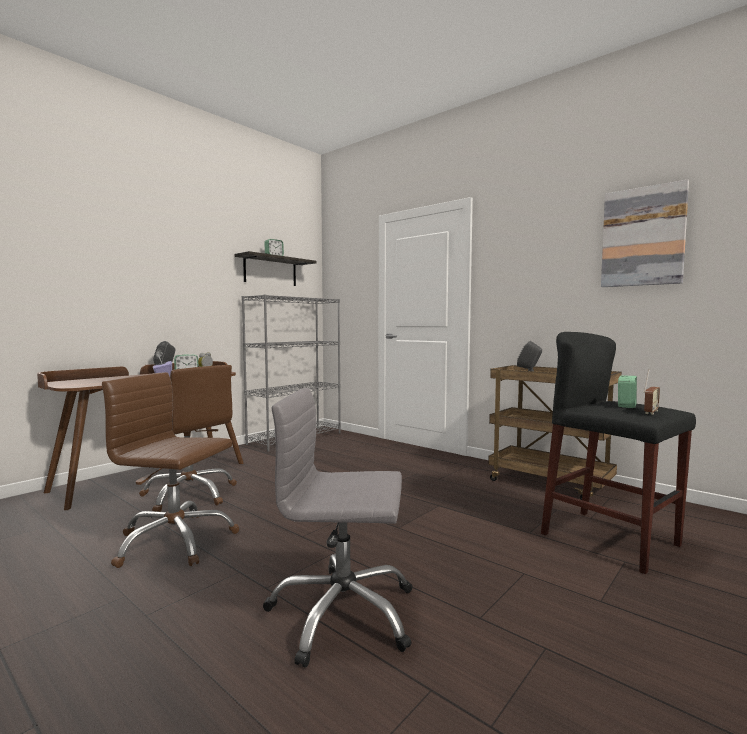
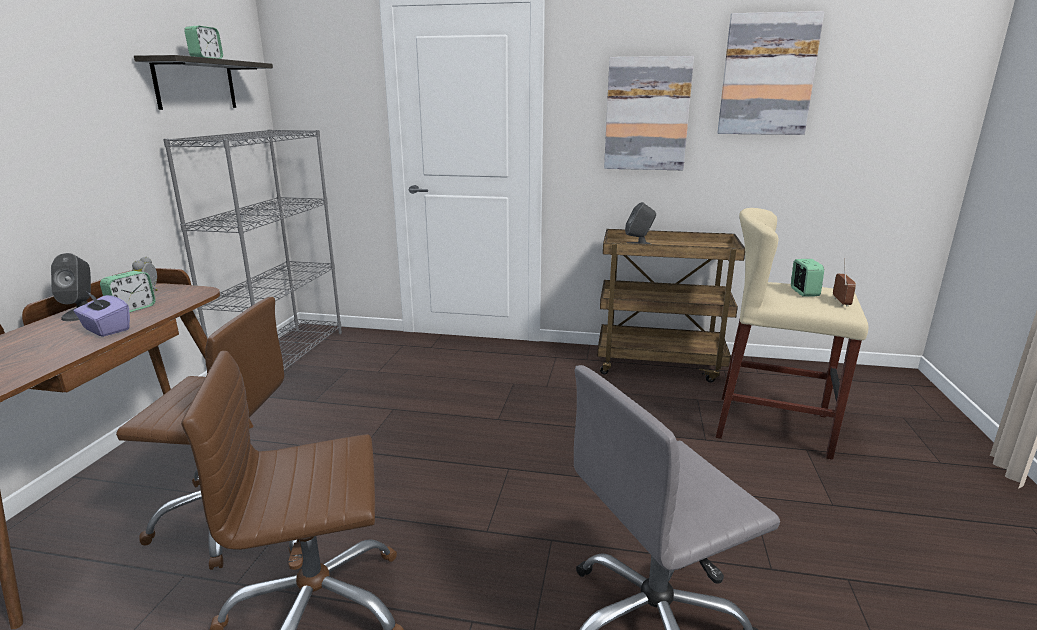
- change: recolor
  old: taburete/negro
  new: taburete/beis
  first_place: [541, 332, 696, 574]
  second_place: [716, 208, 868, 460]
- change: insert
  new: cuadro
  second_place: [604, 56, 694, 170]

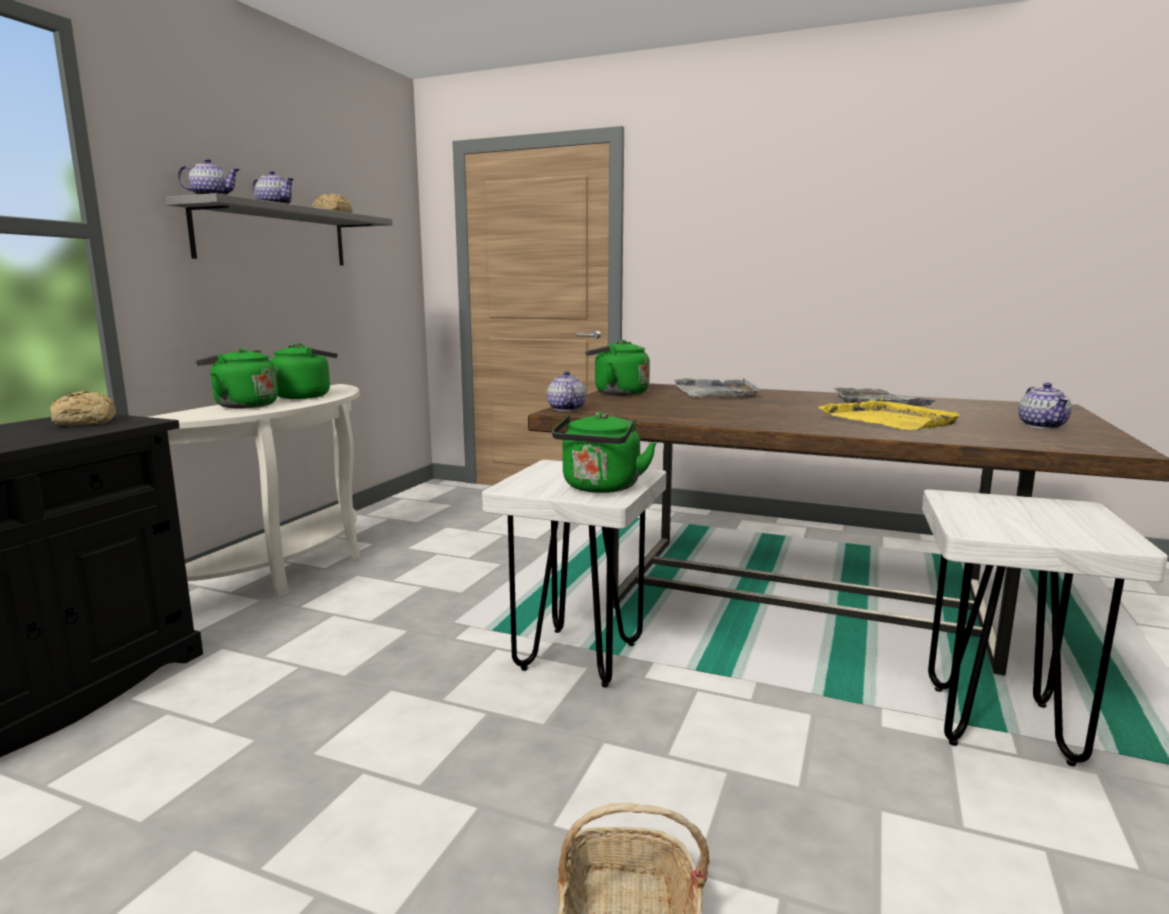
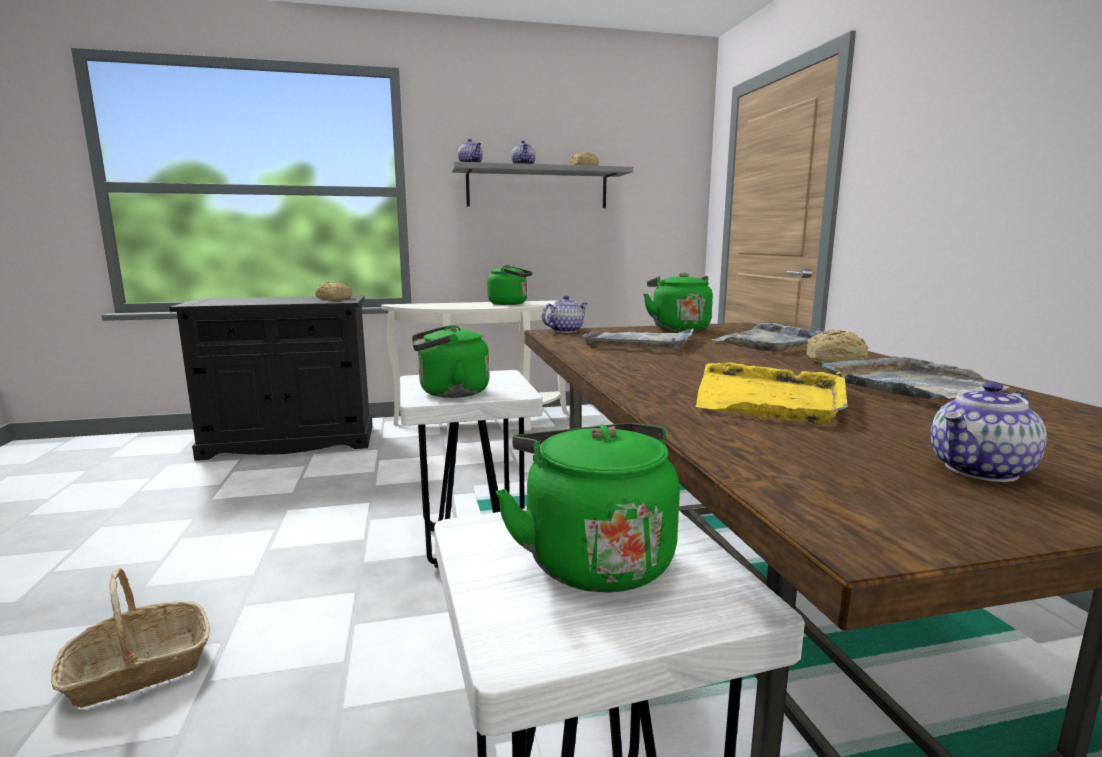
- change: move
  old: hervidor/verde
  first_place: [196, 348, 278, 408]
  second_place: [495, 423, 680, 592]
- change: insert
  new: bandeja/gris
  second_place: [582, 329, 694, 350]
- change: insert
  new: pan
  second_place: [806, 330, 869, 363]

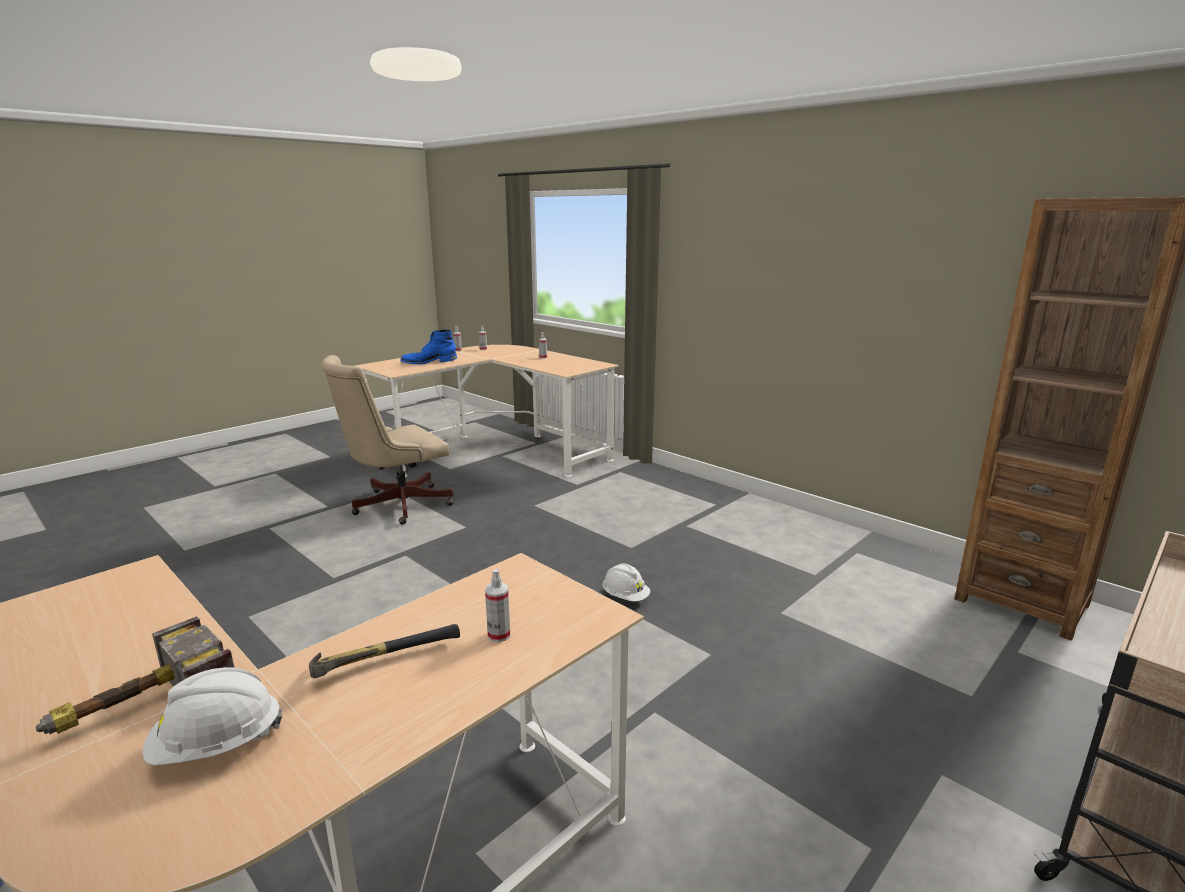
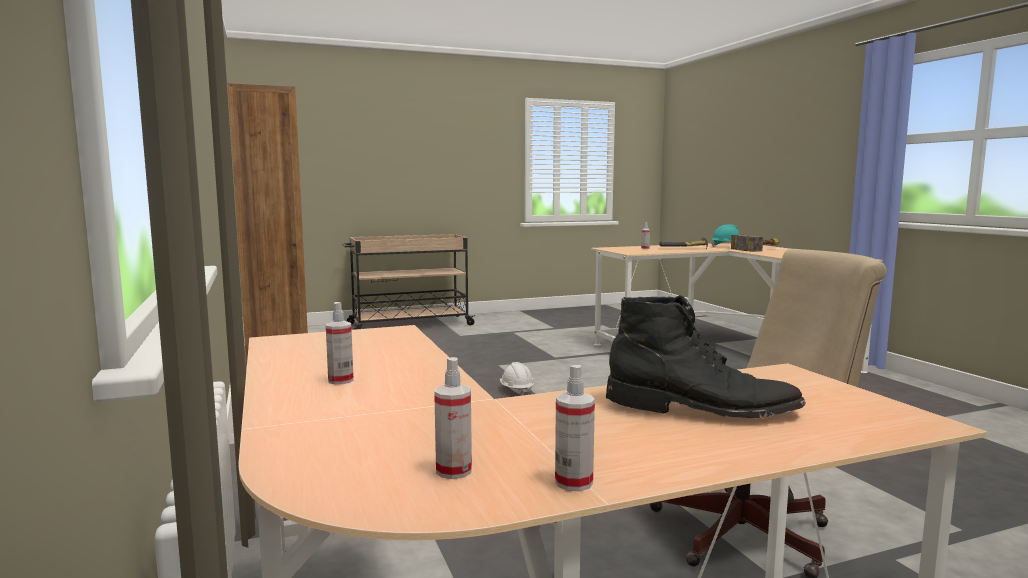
- change: recolor
  old: casco/blanco
  new: casco/turquesa
  first_place: [143, 667, 282, 766]
  second_place: [711, 224, 741, 247]
- change: recolor
  old: bota/azul
  new: bota/negro
  first_place: [400, 329, 457, 364]
  second_place: [606, 295, 806, 418]

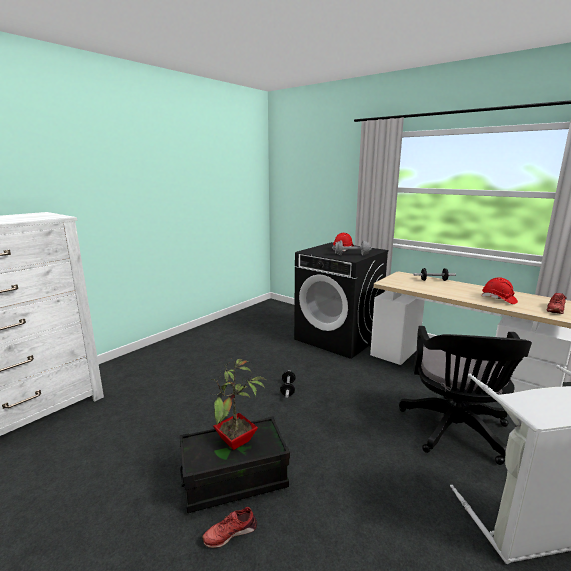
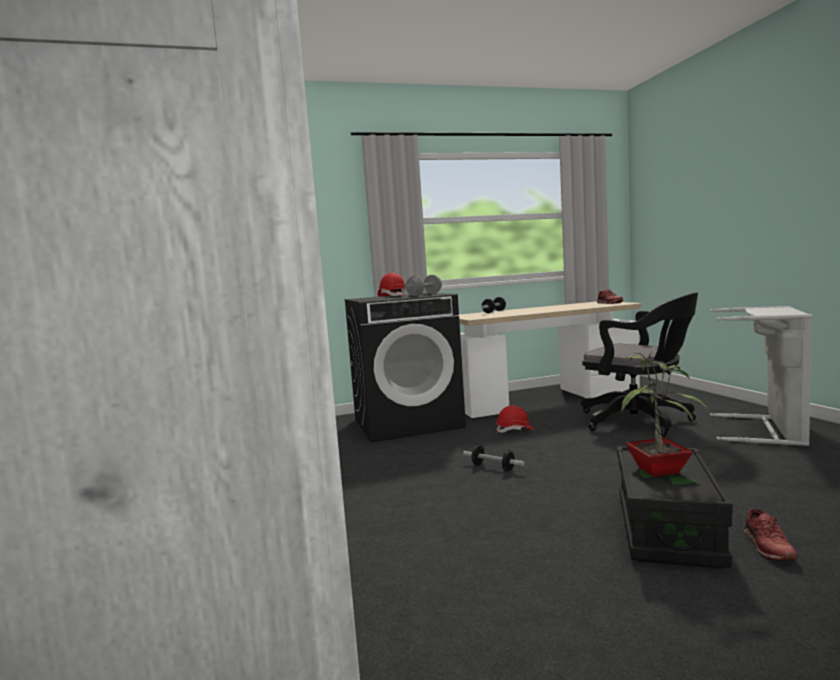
- change: move
  old: casco/rojo
  first_place: [481, 277, 518, 304]
  second_place: [496, 405, 534, 433]

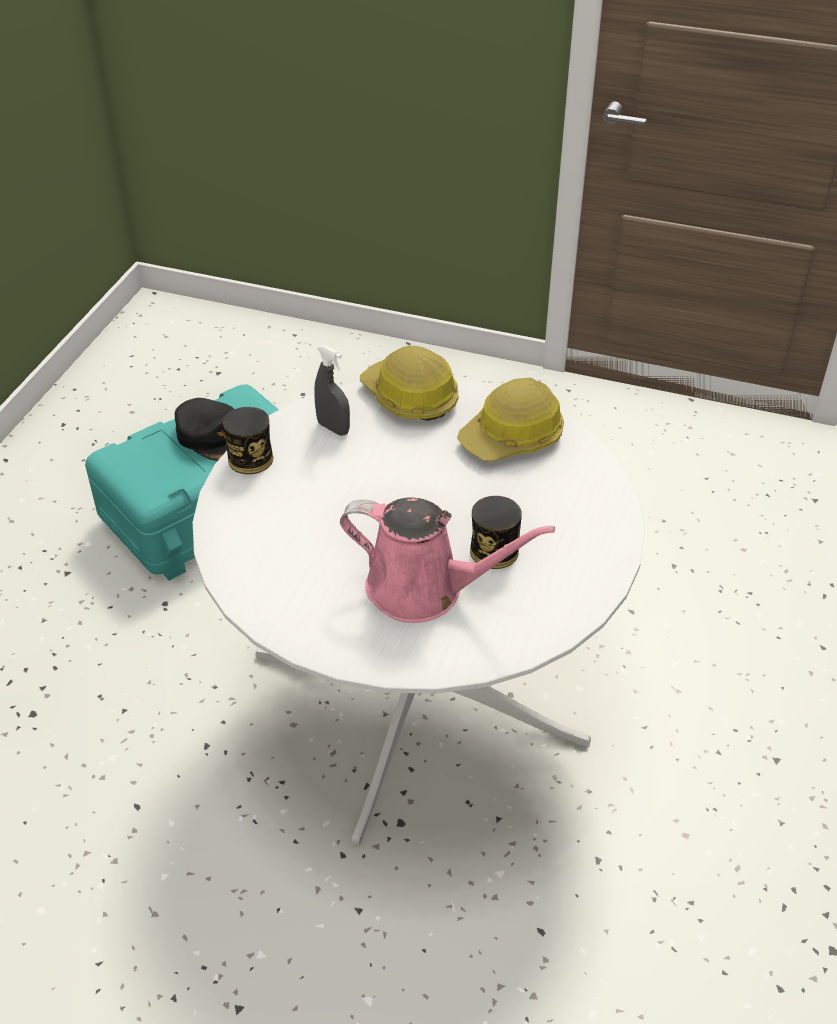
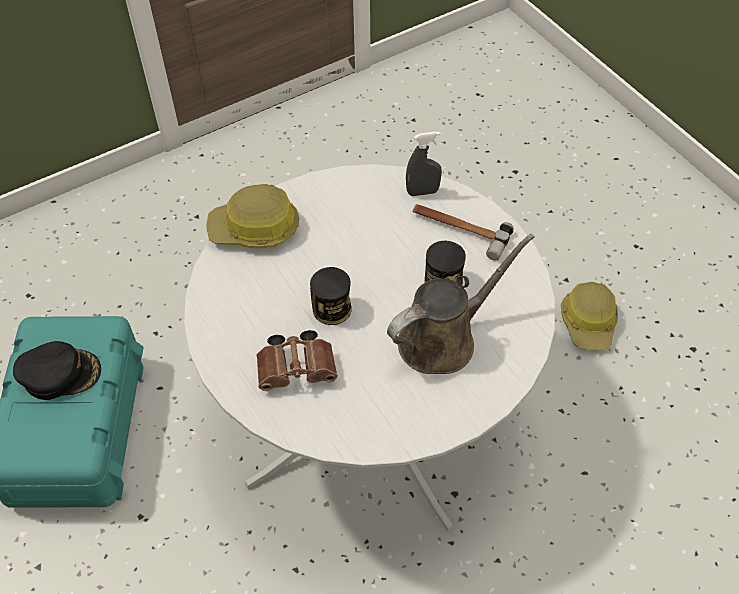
- change: move
  old: lata
  first_place: [223, 407, 273, 474]
  second_place: [310, 267, 352, 325]
- change: move
  old: pulverizador/gris
  first_place: [314, 345, 350, 435]
  second_place: [406, 131, 442, 196]
- change: recolor
  old: regadera/rosa
  new: regadera/marrón
  first_place: [340, 497, 555, 623]
  second_place: [387, 234, 534, 374]
- change: move
  old: casco
  first_place: [457, 378, 564, 462]
  second_place: [561, 282, 618, 350]
- change: insert
  new: prismáticos/marrón
  second_place: [257, 330, 338, 391]
- change: insert
  new: martillo
  second_place: [413, 204, 514, 260]

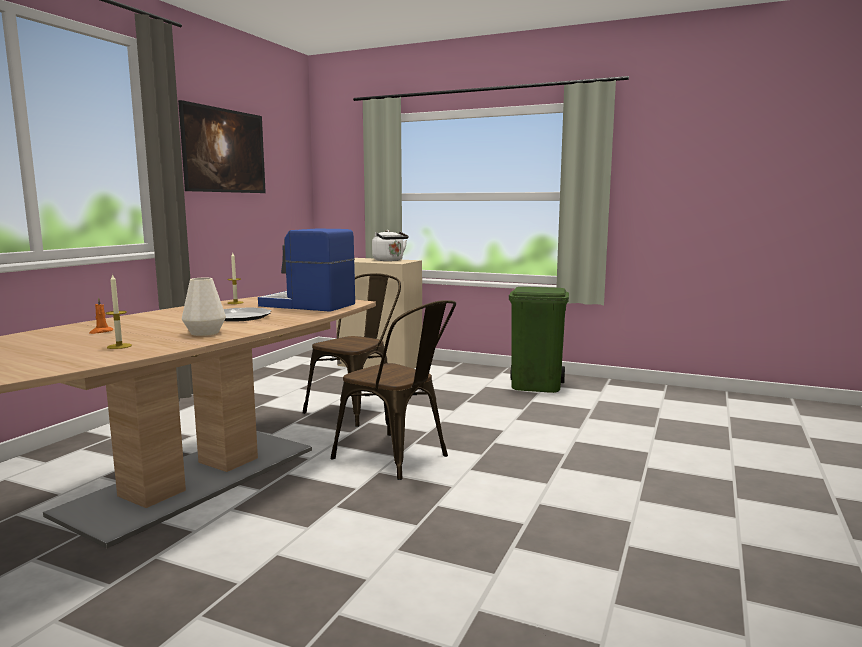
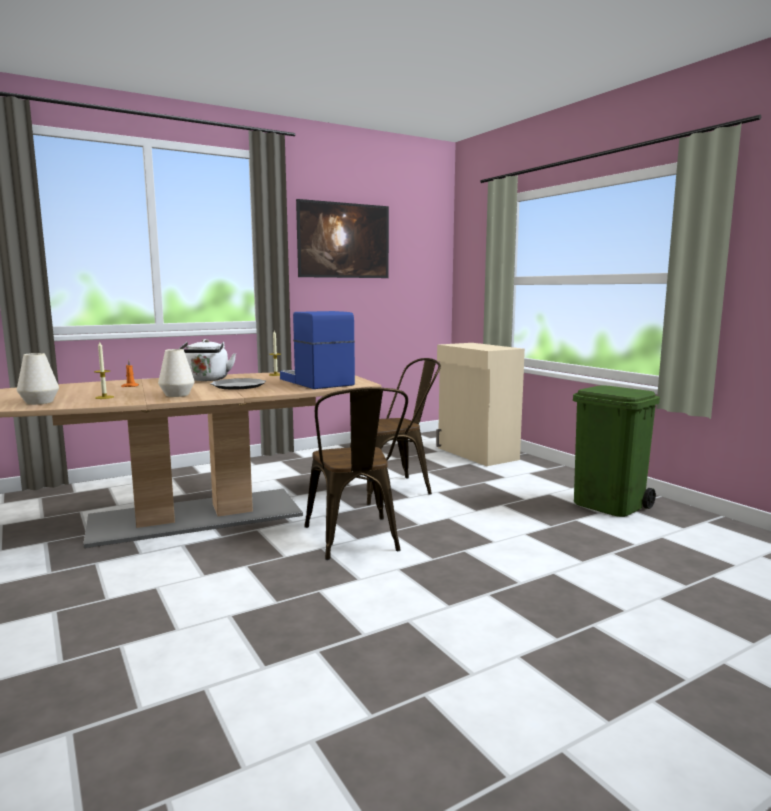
- change: move
  old: hervidor/blanco
  first_place: [372, 230, 409, 261]
  second_place: [179, 339, 236, 381]
- change: insert
  new: florero/blanco
  second_place: [17, 353, 59, 405]

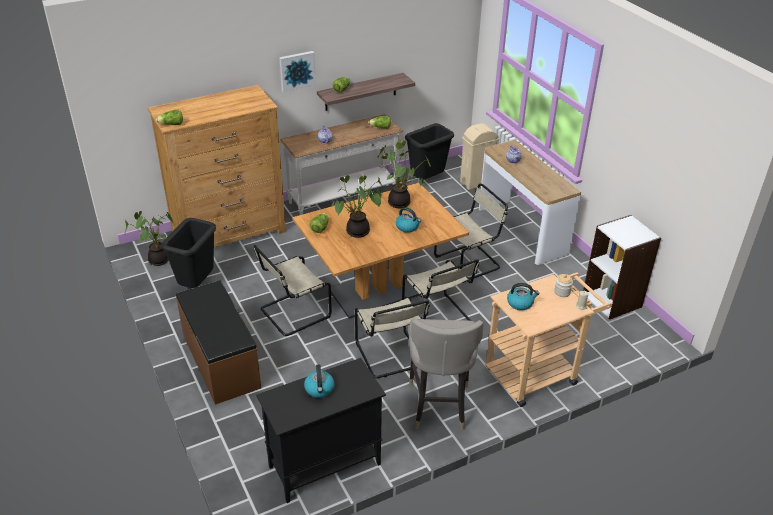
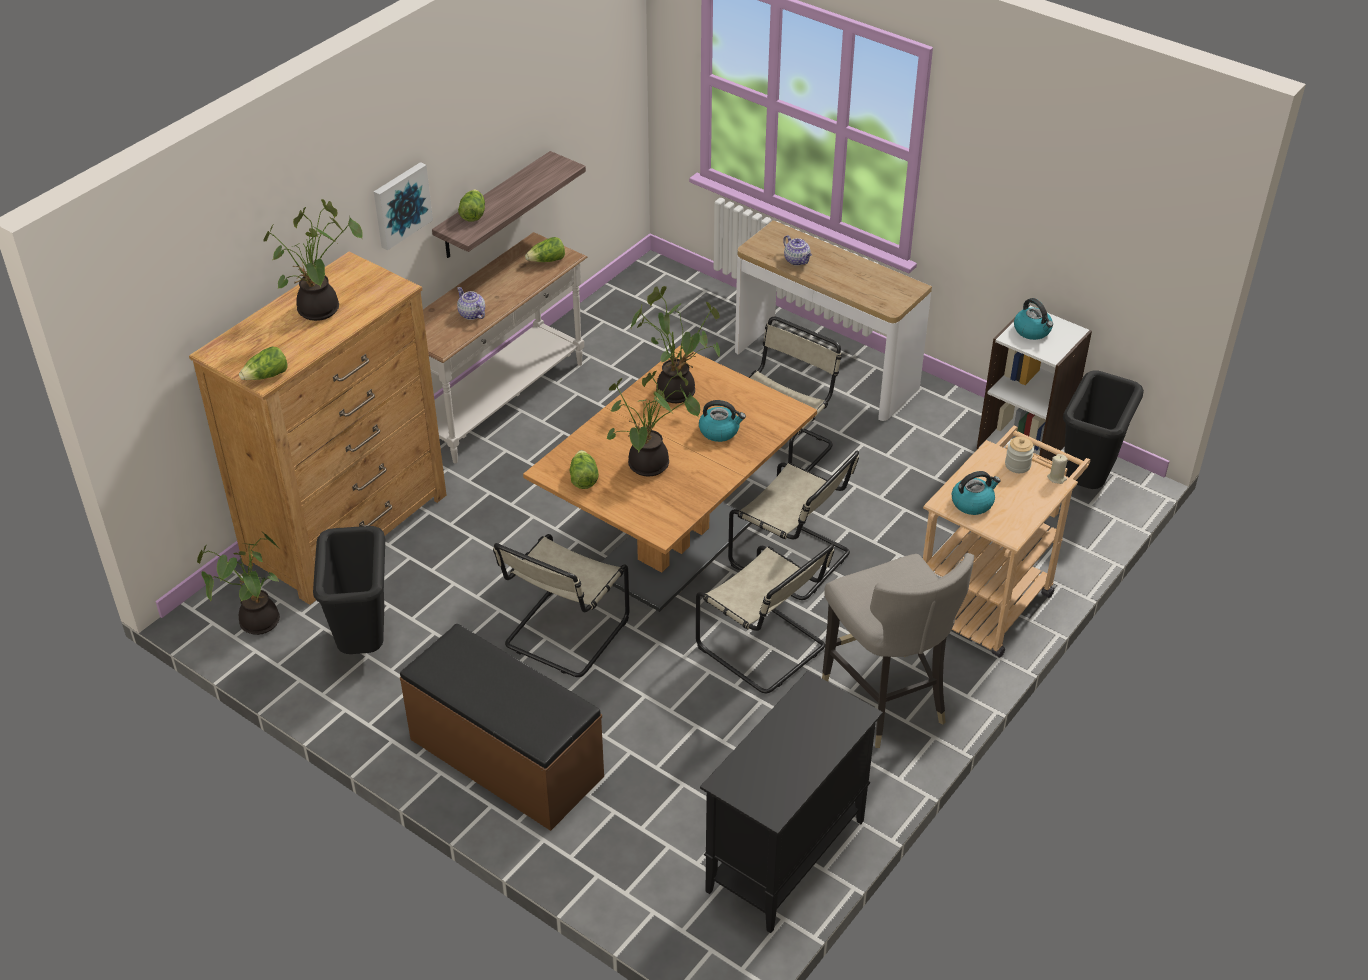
- change: move
  old: hervidor
  first_place: [304, 364, 335, 398]
  second_place: [1014, 298, 1053, 340]
- change: move
  old: papelera/negro
  first_place: [405, 123, 454, 180]
  second_place: [1063, 370, 1144, 489]
- change: delete
  old: papelera/beis
  first_place: [460, 123, 499, 190]
- change: insert
  new: planta en maceta
  second_place: [263, 199, 363, 321]

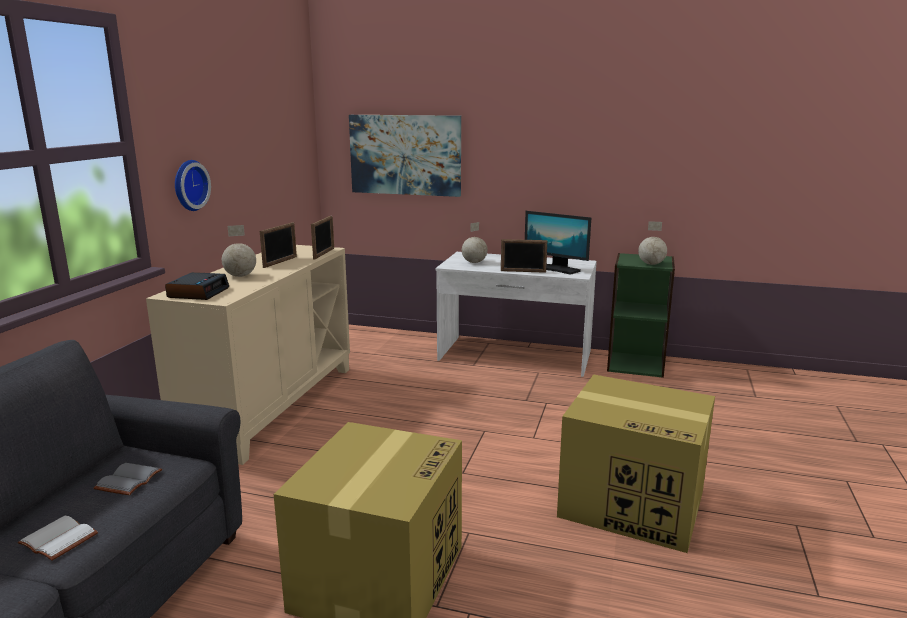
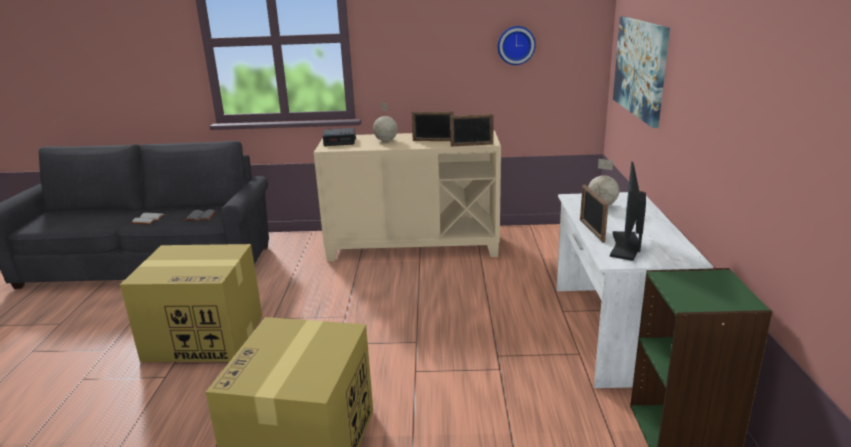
- change: move
  old: reloj de pared
  first_place: [175, 160, 211, 211]
  second_place: [498, 26, 536, 65]
- change: delete
  old: globo terráqueo
  first_place: [638, 221, 667, 265]

